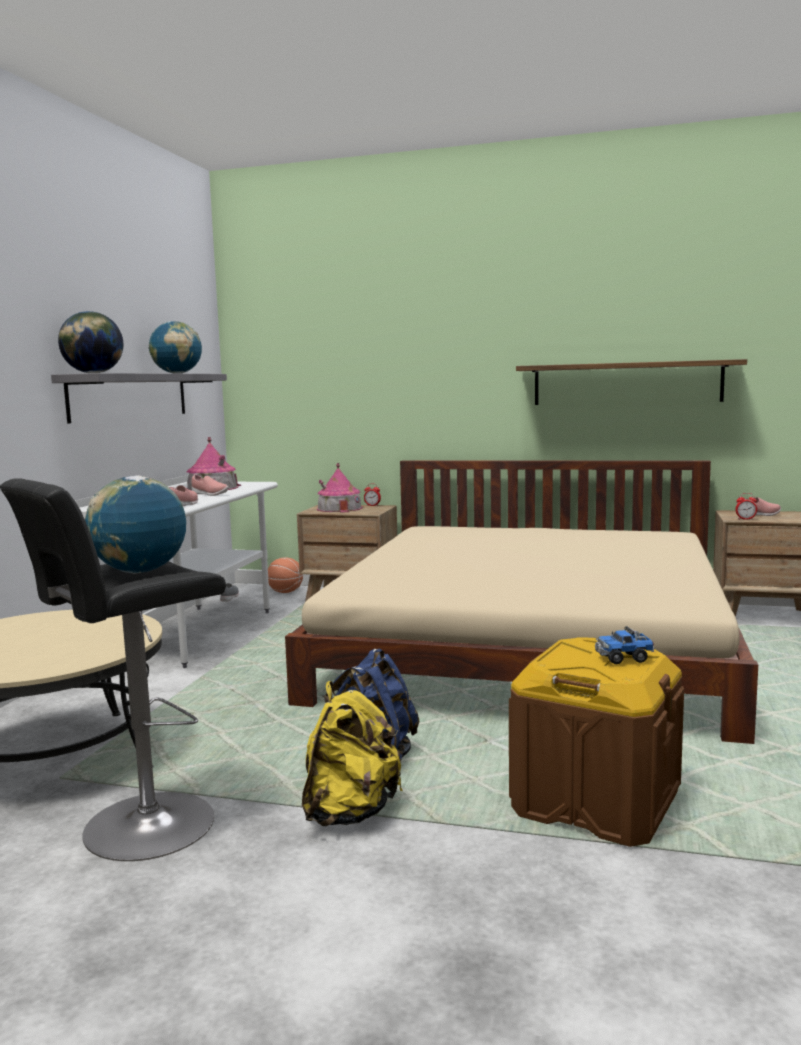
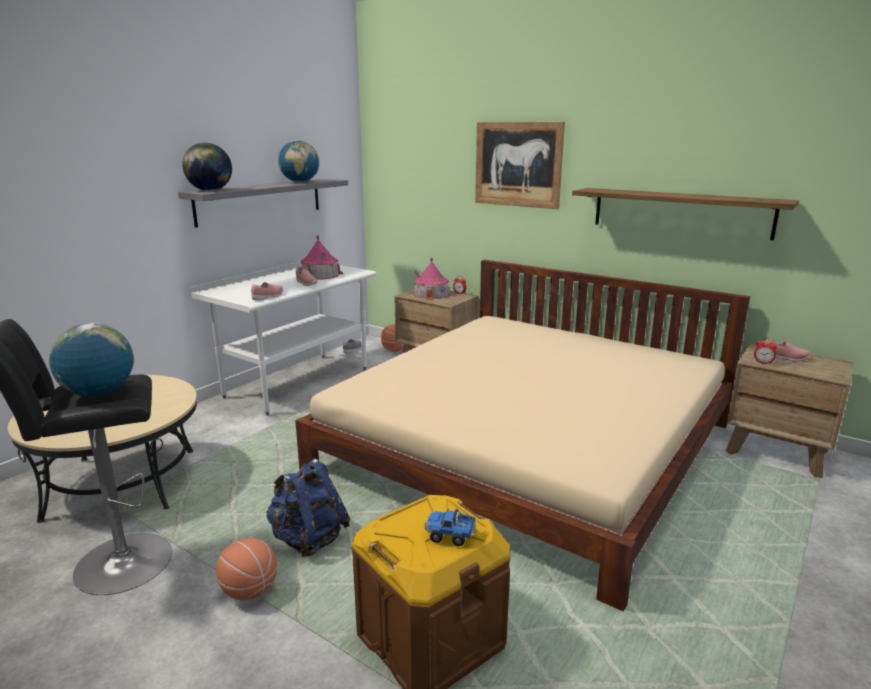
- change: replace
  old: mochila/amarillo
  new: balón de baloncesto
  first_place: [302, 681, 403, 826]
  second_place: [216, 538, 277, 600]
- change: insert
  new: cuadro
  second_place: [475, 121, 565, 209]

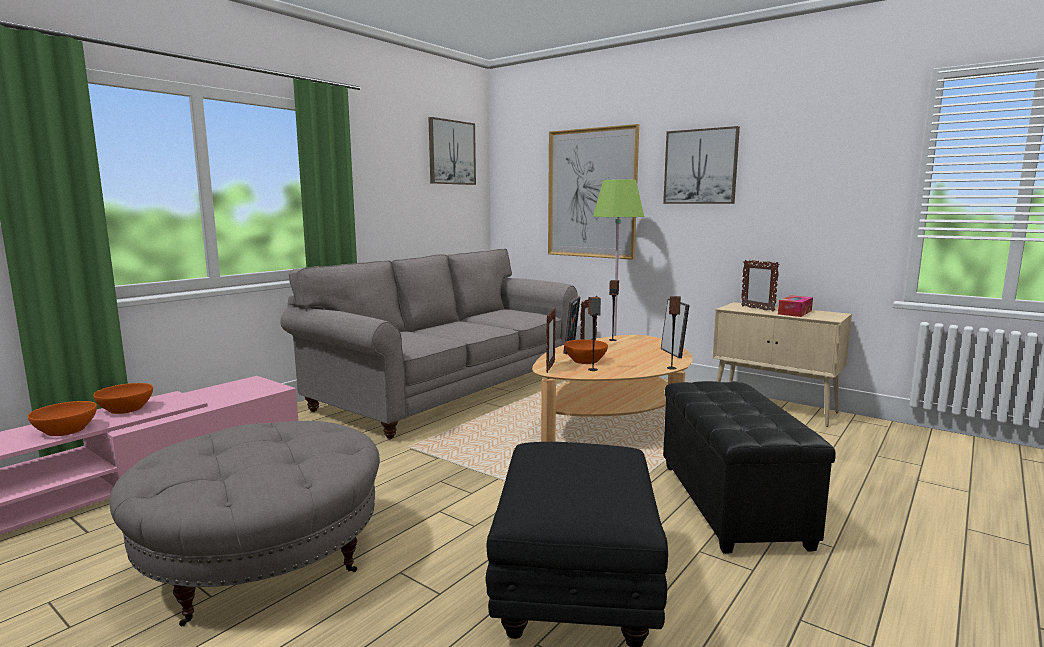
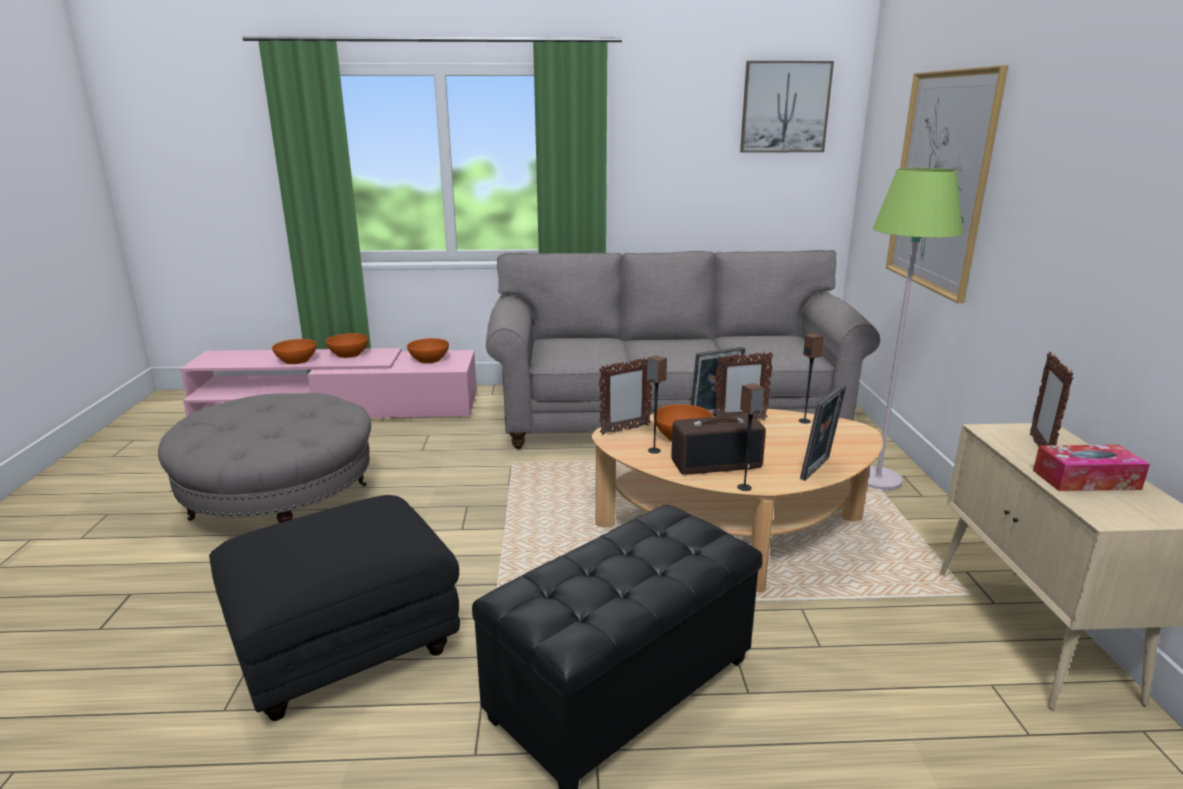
- change: delete
  old: cuadro
  first_place: [663, 126, 740, 204]
- change: insert
  new: cuenco/naranja
  second_place: [407, 338, 449, 363]
- change: insert
  new: radio
  second_place: [671, 415, 766, 475]

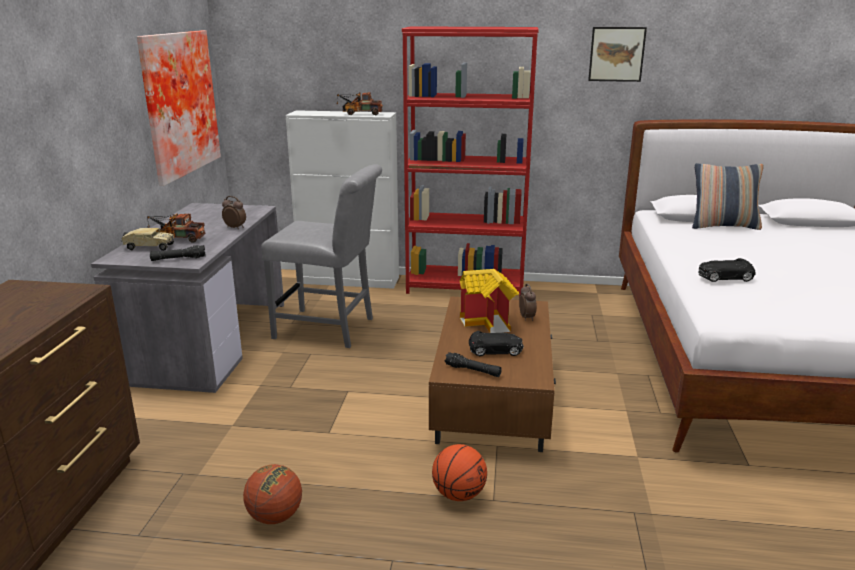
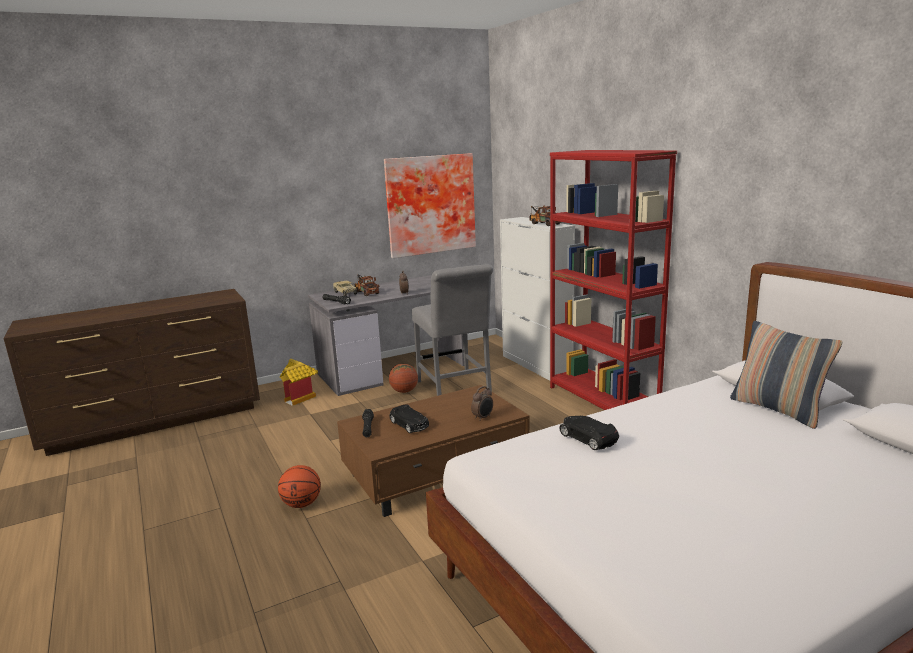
- change: move
  old: balón de baloncesto
  first_place: [243, 464, 302, 524]
  second_place: [389, 364, 418, 393]
- change: move
  old: casita
  first_place: [460, 269, 519, 333]
  second_place: [280, 359, 318, 406]
- change: delete
  old: cuadro
  first_place: [588, 27, 647, 82]

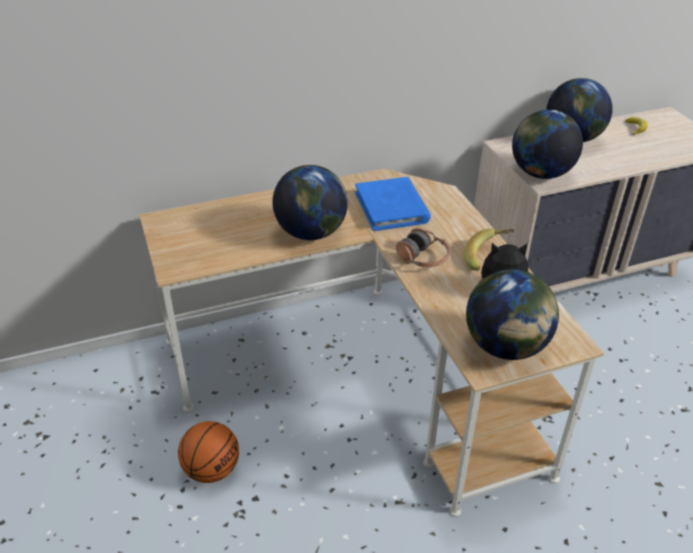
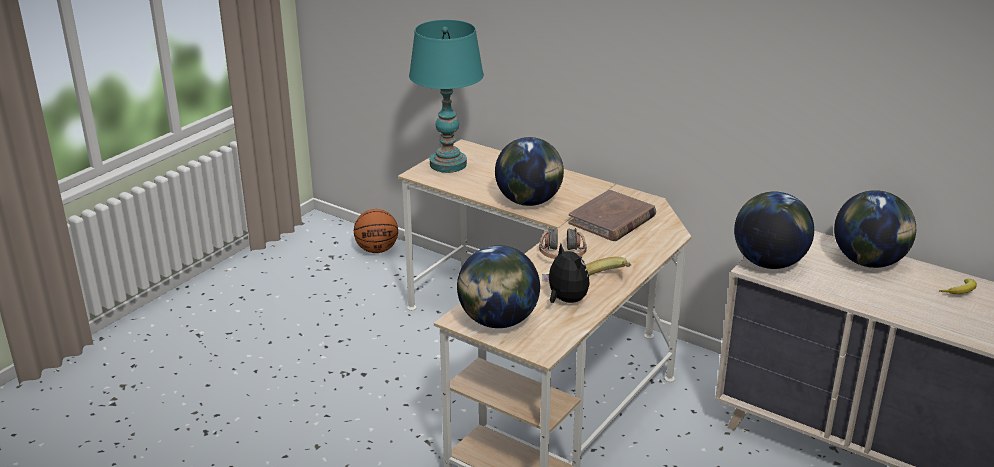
- change: move
  old: balón de baloncesto
  first_place: [178, 421, 239, 483]
  second_place: [354, 209, 398, 253]
- change: recolor
  old: libro/azul
  new: libro/marrón
  first_place: [355, 177, 431, 231]
  second_place: [568, 189, 656, 241]
- change: insert
  new: lámpara de mesa/turquesa
  second_place: [409, 20, 484, 173]

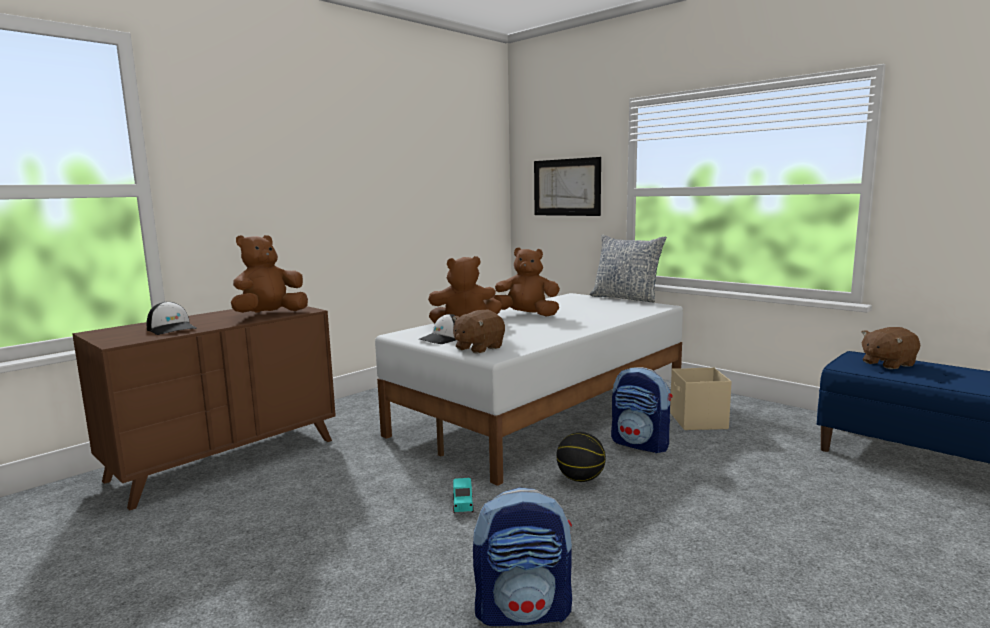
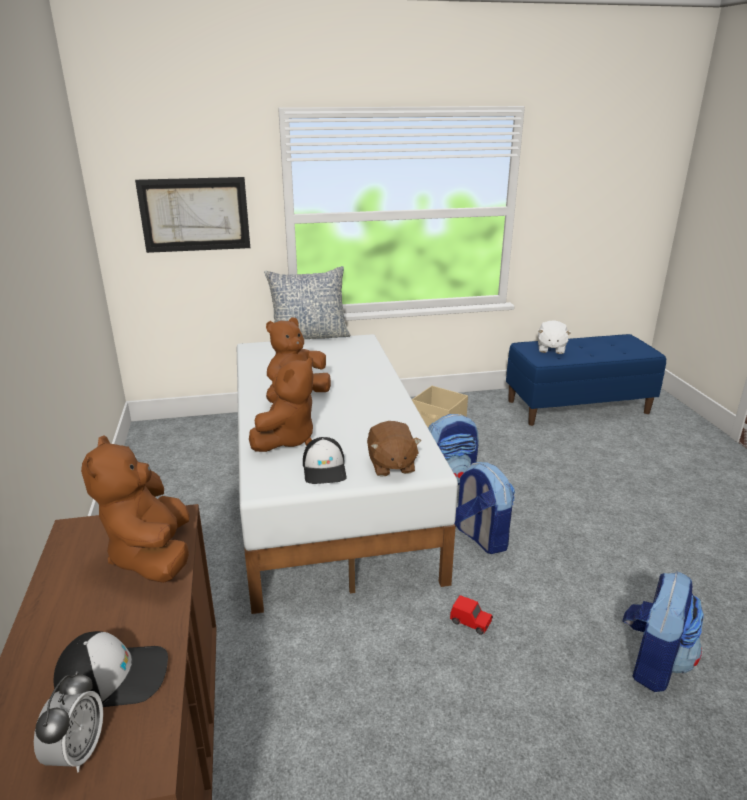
- change: recolor
  old: coche de juguete/turquesa
  new: coche de juguete/rojo
  first_place: [453, 478, 473, 514]
  second_place: [450, 595, 493, 635]
- change: replace
  old: balón de baloncesto
  new: mochila
  first_place: [557, 432, 606, 482]
  second_place: [454, 462, 515, 554]
- change: recolor
  old: peluche/marrón
  new: peluche/blanco
  first_place: [861, 327, 920, 369]
  second_place: [538, 320, 571, 354]
- change: insert
  new: despertador
  second_place: [34, 671, 103, 773]

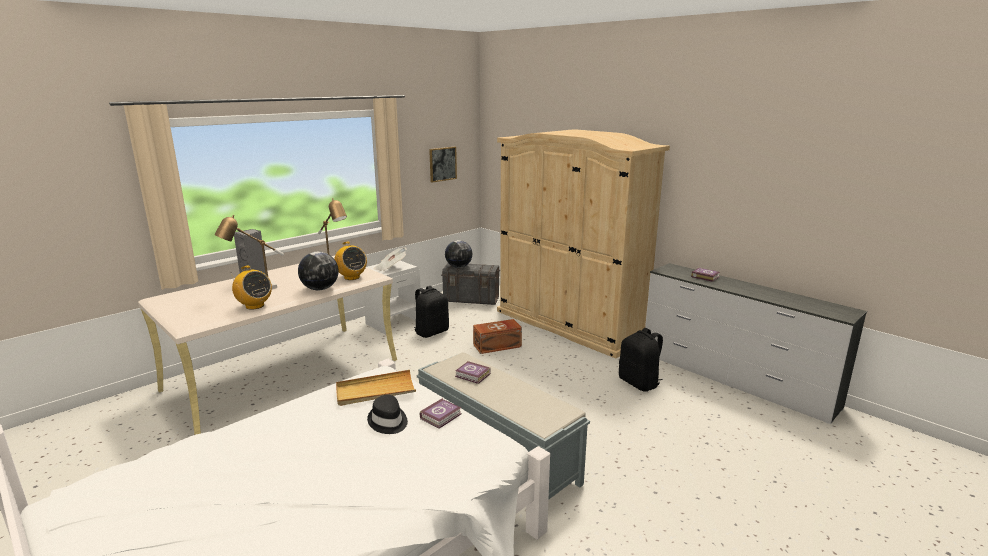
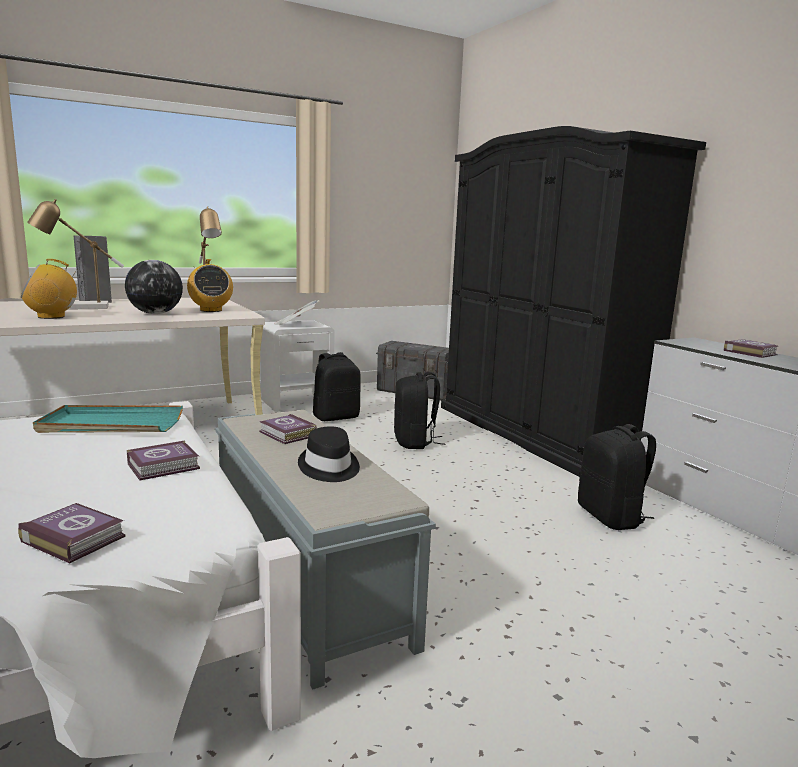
- change: rotate
  old: radio
  first_place: [231, 265, 272, 310]
  second_place: [21, 259, 78, 319]
  degrees: 105
- change: recolor
  old: bandeja/beis
  new: bandeja/turquesa
  first_place: [336, 370, 416, 406]
  second_place: [33, 405, 183, 433]
- change: move
  old: sombrero/negro
  first_place: [367, 395, 408, 434]
  second_place: [298, 427, 360, 482]
- change: delete
  old: cuadro
  first_place: [429, 146, 457, 183]
- change: delete
  old: globo terráqueo
  first_place: [445, 240, 472, 268]
- change: replace
  old: caja de almacenaje/marrón
  new: mochila/negro
  first_place: [473, 319, 522, 354]
  second_place: [394, 371, 445, 449]
- change: recolor
  old: armario ropero/beis
  new: armario ropero/negro
  first_place: [497, 129, 670, 358]
  second_place: [441, 126, 706, 477]
- change: insert
  new: libro
  second_place: [18, 503, 126, 563]

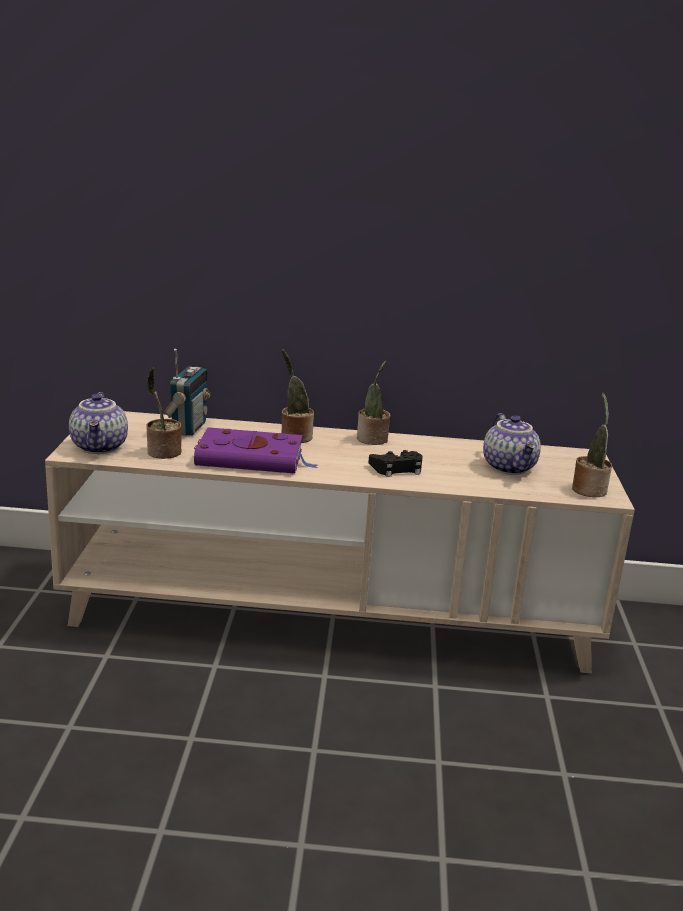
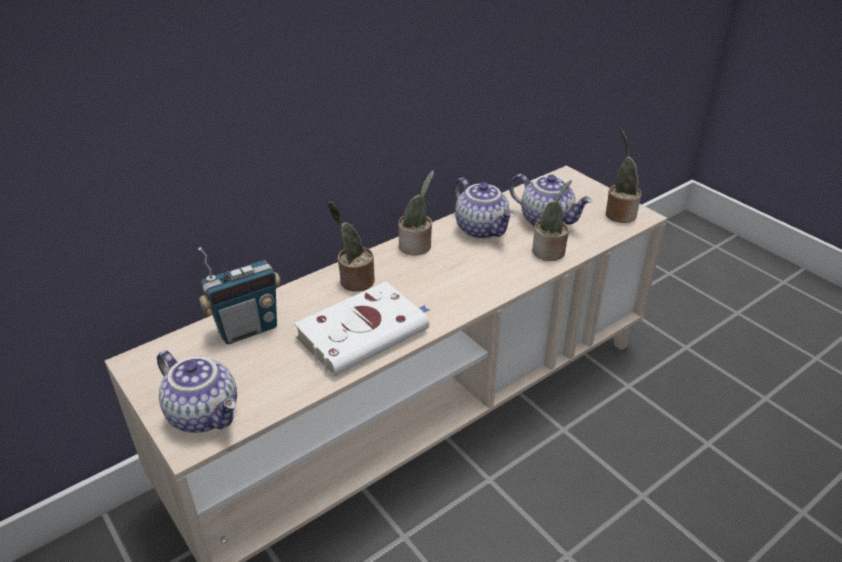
- change: move
  old: planta en maceta
  first_place: [146, 367, 182, 459]
  second_place: [532, 180, 572, 261]
- change: rotate
  old: radio
  first_place: [163, 349, 210, 436]
  second_place: [198, 247, 281, 344]
  degrees: 90
- change: recolor
  old: libro/morado
  new: libro/blanco
  first_place: [194, 427, 318, 474]
  second_place: [294, 282, 431, 377]
- change: delete
  old: mando de consola/negro
  first_place: [368, 450, 423, 477]
- change: insert
  new: tetera
  second_place: [454, 178, 514, 239]

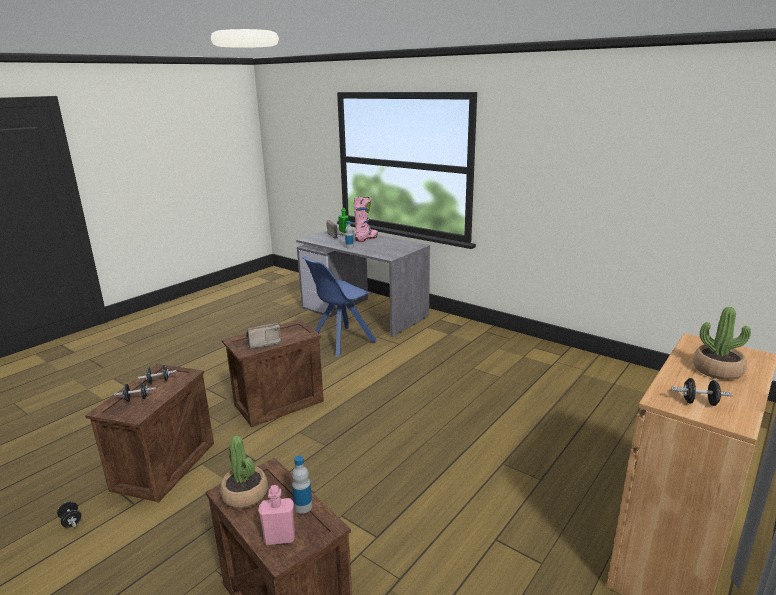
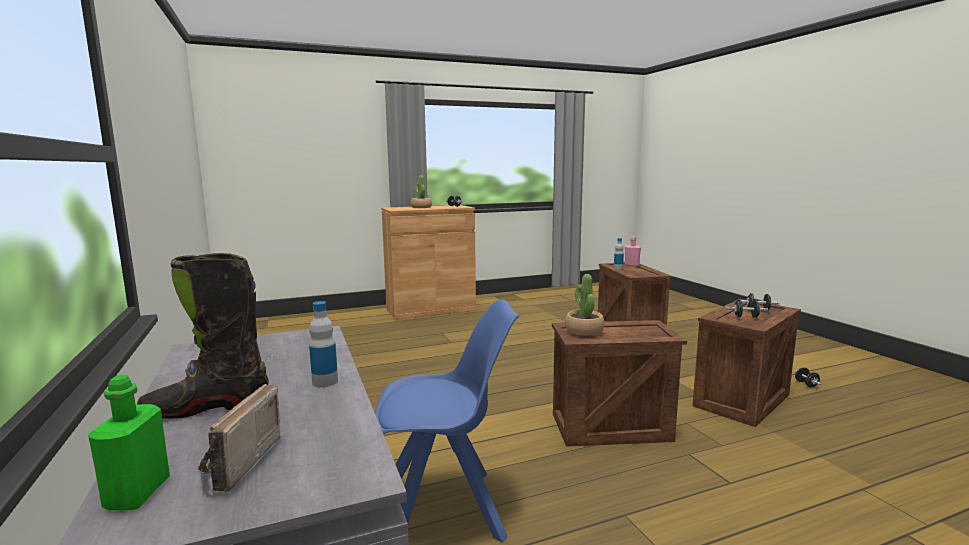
- change: move
  old: planta en maceta
  first_place: [220, 436, 268, 509]
  second_place: [565, 274, 604, 335]
- change: delete
  old: radio
  first_place: [246, 323, 282, 349]
- change: recolor
  old: bota/rosa
  new: bota/negro
  first_place: [354, 197, 378, 242]
  second_place: [137, 253, 269, 418]

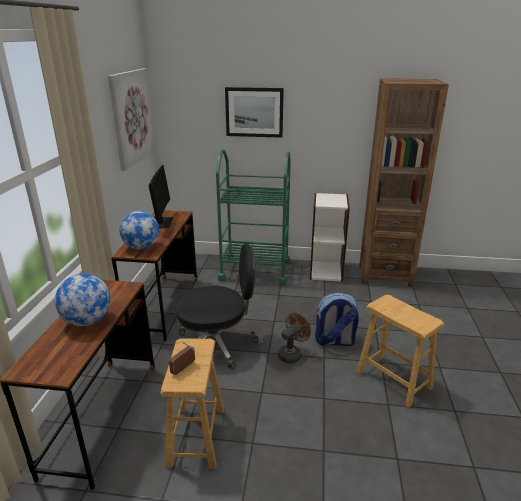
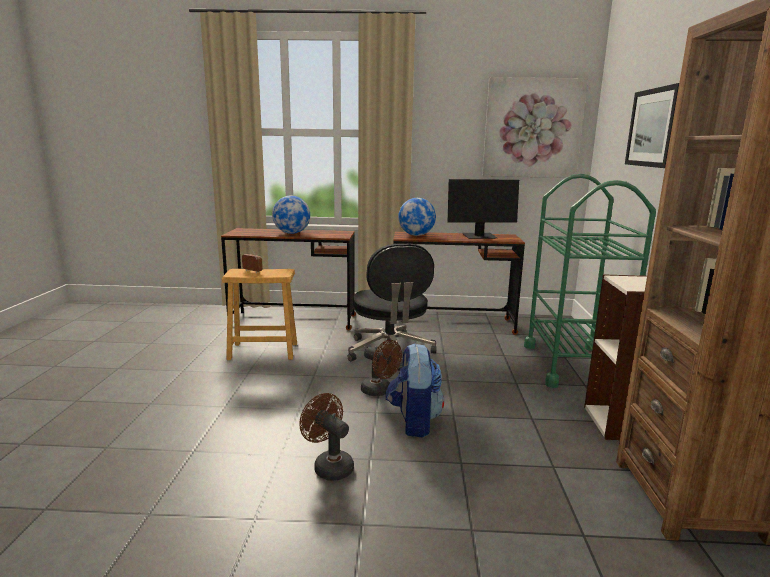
- change: replace
  old: taburete/marrón
  new: ventilador/marrón
  first_place: [356, 295, 445, 408]
  second_place: [299, 393, 354, 481]

